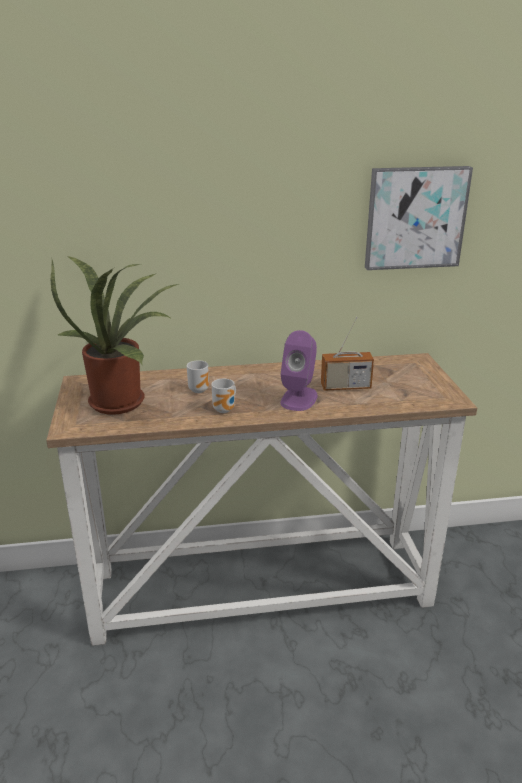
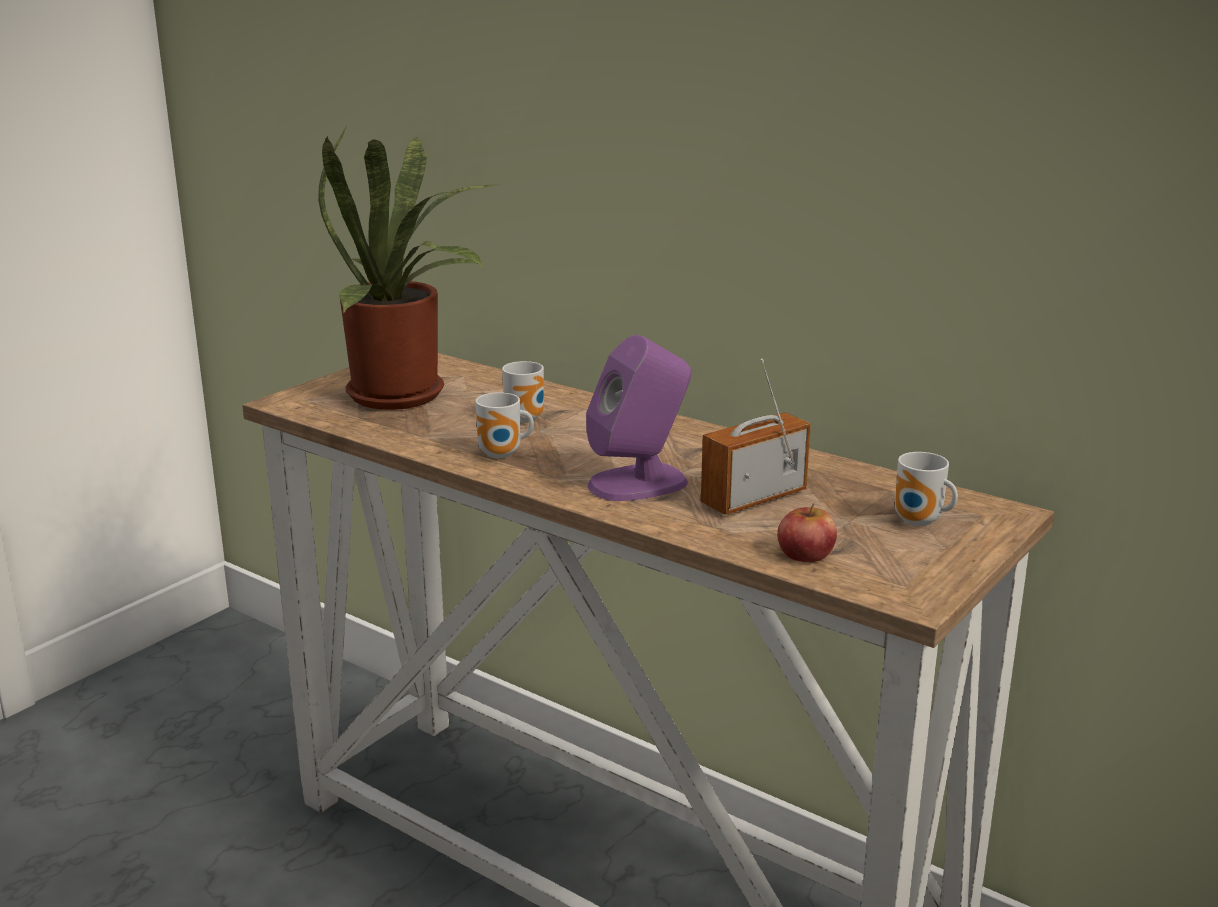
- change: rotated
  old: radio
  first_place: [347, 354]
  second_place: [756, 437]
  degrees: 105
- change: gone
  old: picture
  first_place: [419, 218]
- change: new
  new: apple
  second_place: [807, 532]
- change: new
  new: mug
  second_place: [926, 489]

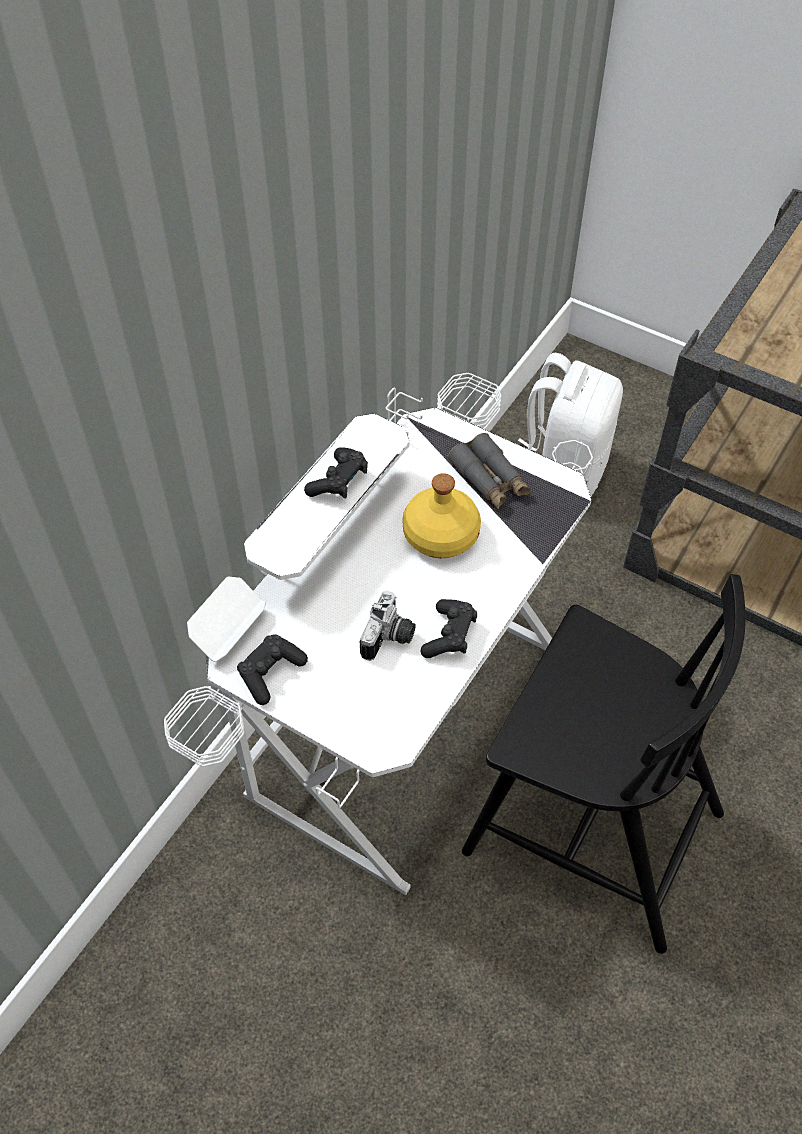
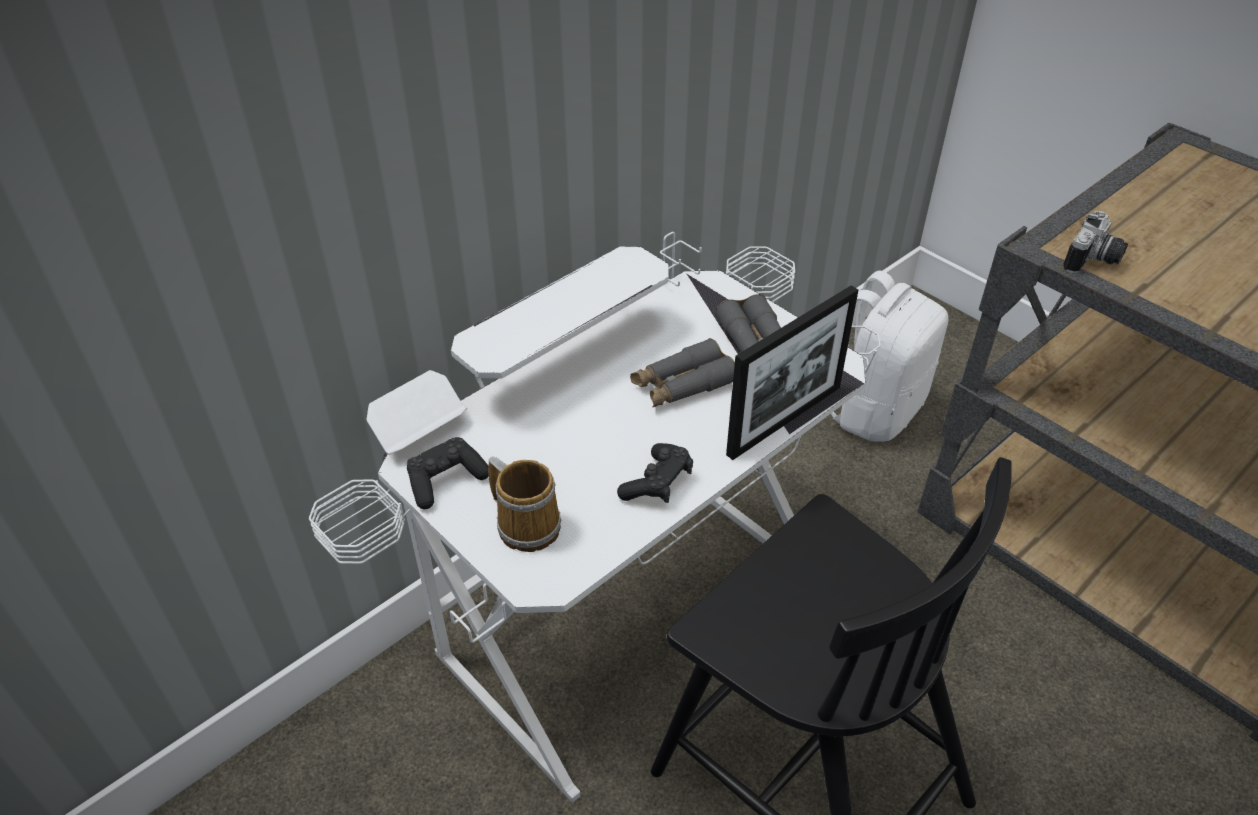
- change: gone
  old: game controller/black
  first_place: [336, 472]
- change: shifted
  old: photo camera
  first_place: [388, 626]
  second_place: [1095, 242]
- change: swapped
  old: bottle/yellow
  new: binoculars/grey
  first_place: [441, 515]
  second_place: [682, 373]
- change: new
  new: mug
  second_place: [524, 504]
- change: new
  new: picture frame
  second_place: [792, 372]

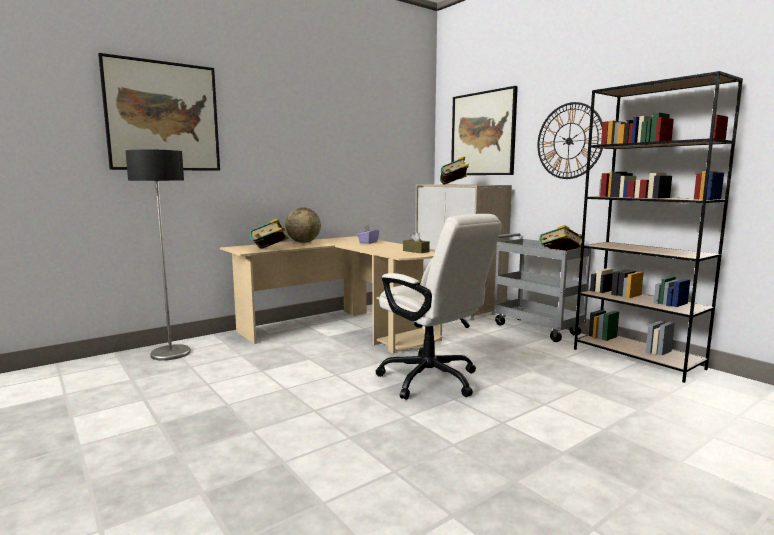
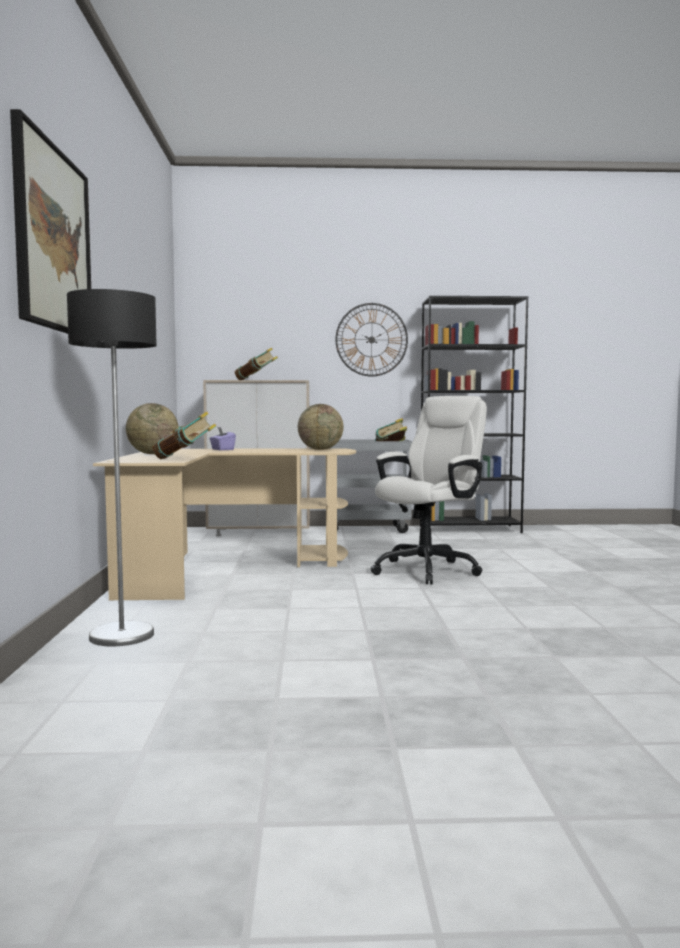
- change: rotated
  old: office chair/white
  first_place: [438, 307]
  second_place: [429, 490]
  degrees: -45
- change: swapped
  old: tissue box/brown
  new: globe
  first_place: [416, 242]
  second_place: [320, 427]
- change: gone
  old: picture
  first_place: [484, 130]
- change: repainted
  old: bookcase/beige
  new: bookcase/black
  first_place: [658, 227]
  second_place: [474, 414]

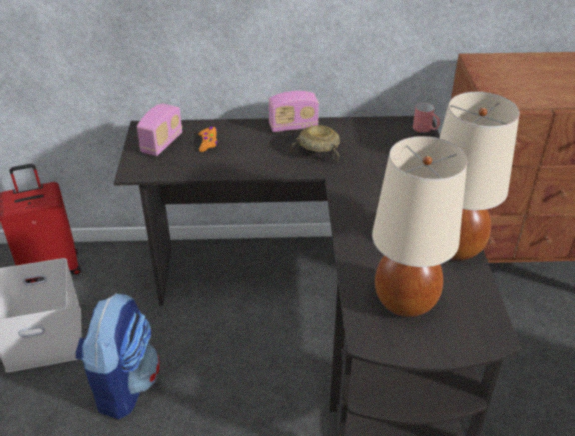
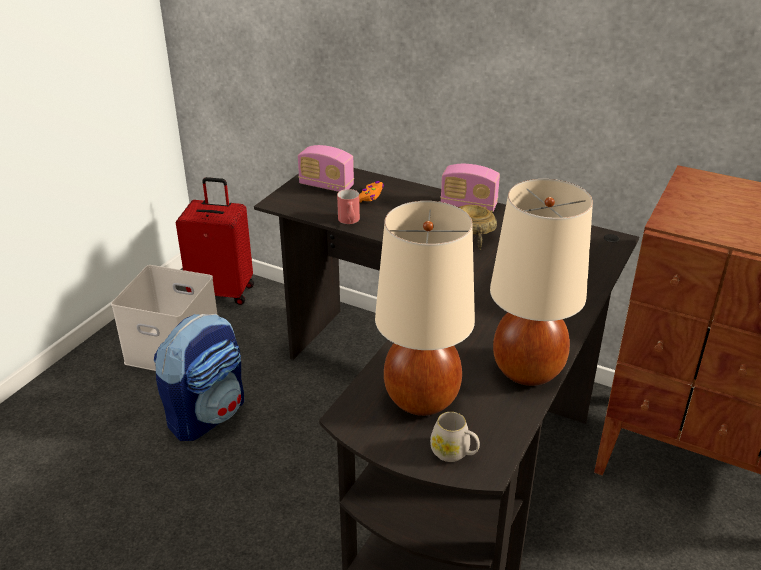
- change: rotated
  old: radio
  first_place: [159, 129]
  second_place: [326, 168]
  degrees: 60
- change: shifted
  old: mug/red
  first_place: [426, 118]
  second_place: [348, 206]
- change: new
  new: mug/white
  second_place: [455, 437]

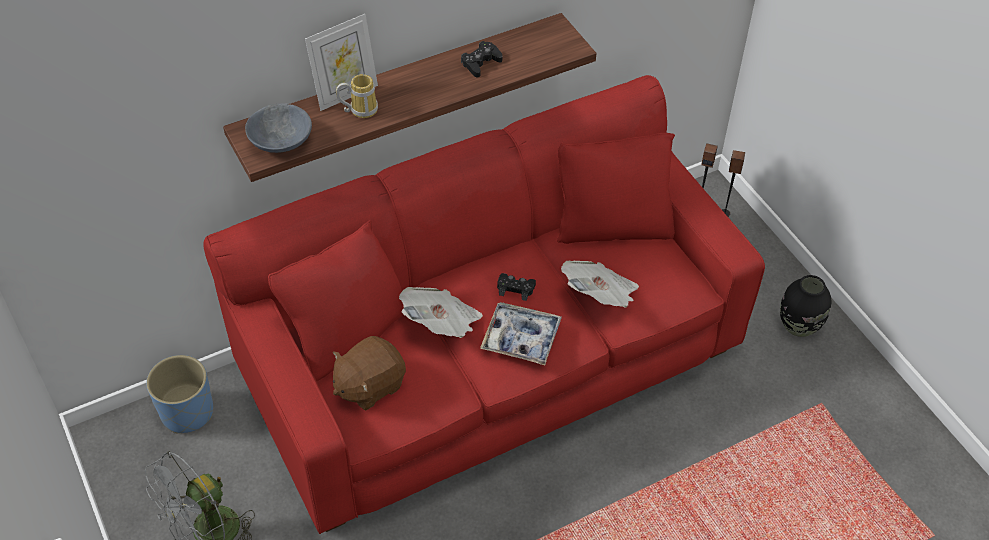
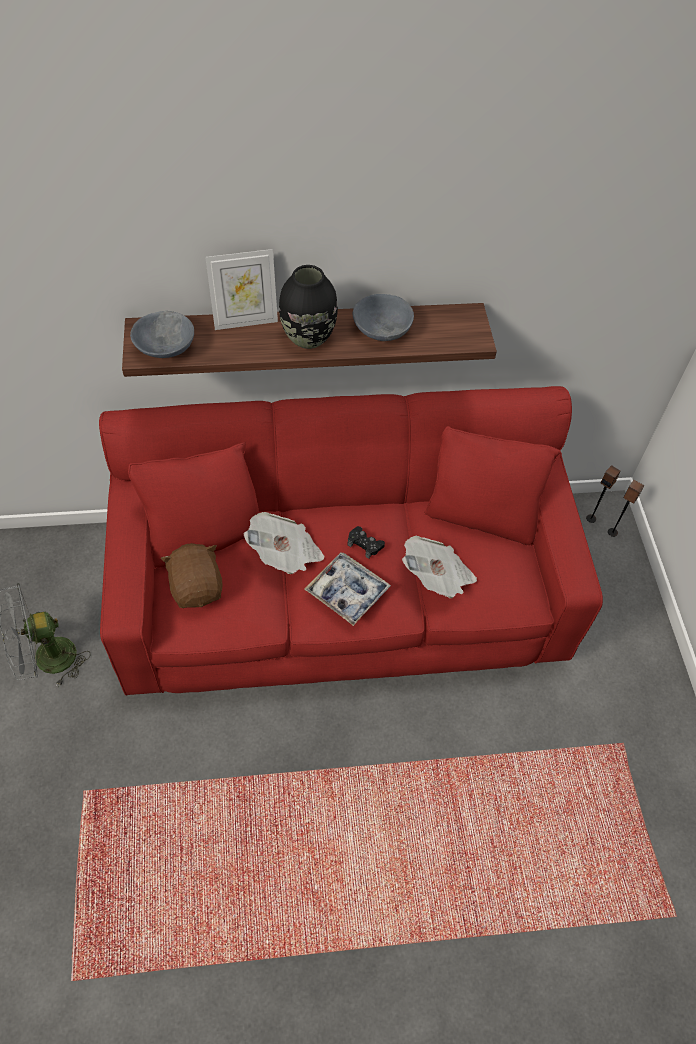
- change: gone
  old: planter/blue
  first_place: [179, 394]
- change: rotated
  old: plush toy/brown
  first_place: [369, 373]
  second_place: [192, 575]
  degrees: 90
- change: gone
  old: mug
  first_place: [357, 96]
- change: swapped
  old: game controller/black
  new: bowl/grey
  first_place: [481, 59]
  second_place: [383, 317]
- change: shifted
  old: vase/black
  first_place: [806, 306]
  second_place: [308, 307]

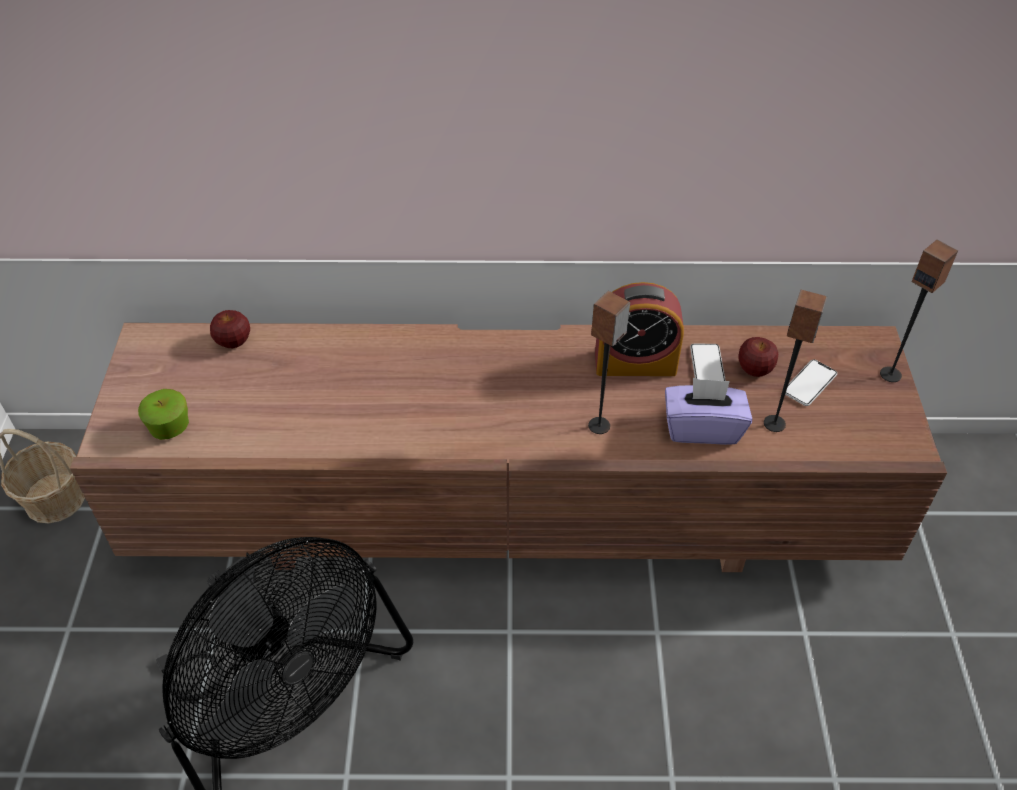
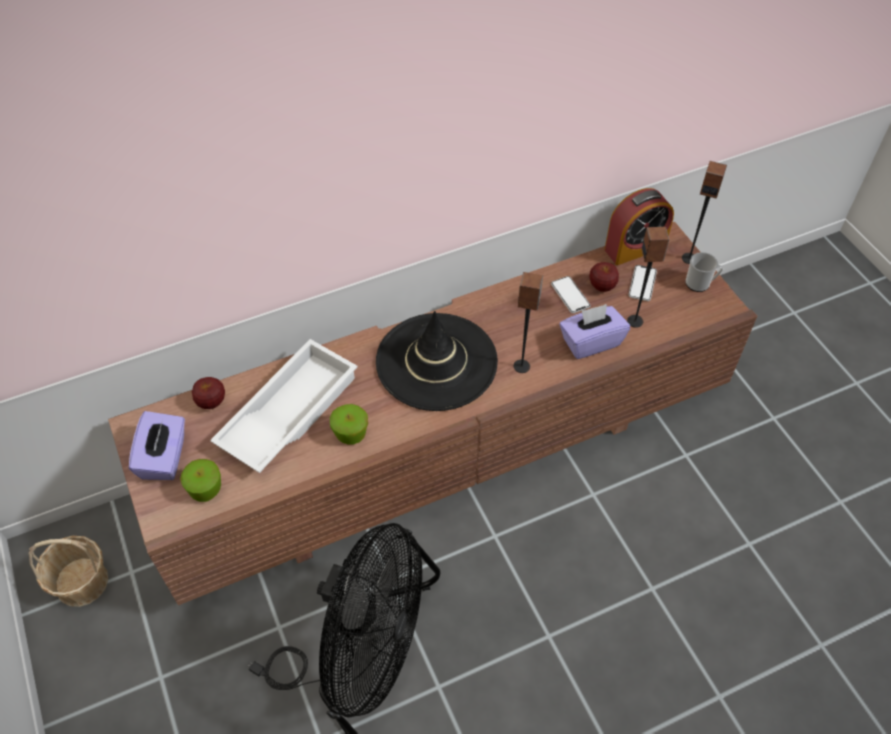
- change: shifted
  old: alarm clock
  first_place: [639, 329]
  second_place: [639, 226]
- change: new
  new: tissue box/purple
  second_place: [157, 445]
- change: new
  new: tray/white
  second_place: [284, 406]
- change: new
  new: apple
  second_place: [349, 424]
- change: new
  new: hat/black
  second_place: [437, 361]
- change: new
  new: mug
  second_place: [704, 272]

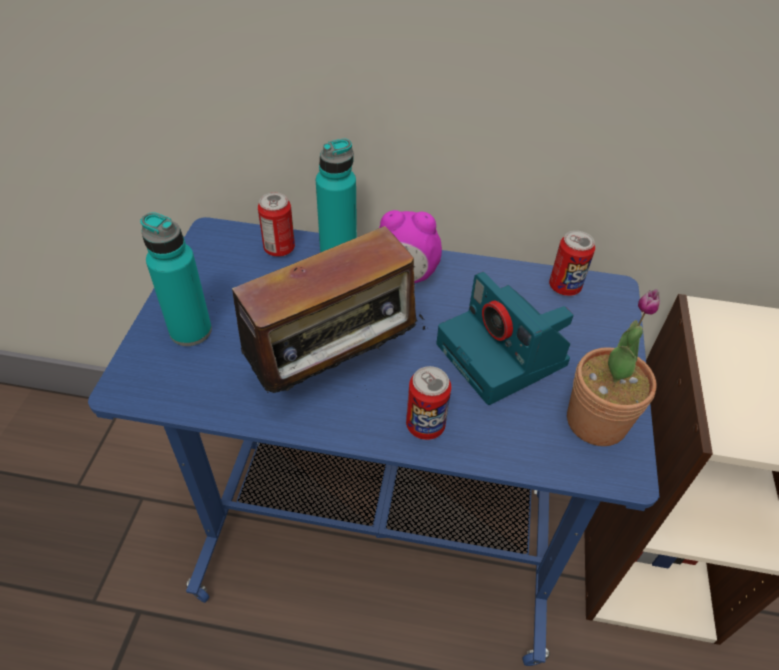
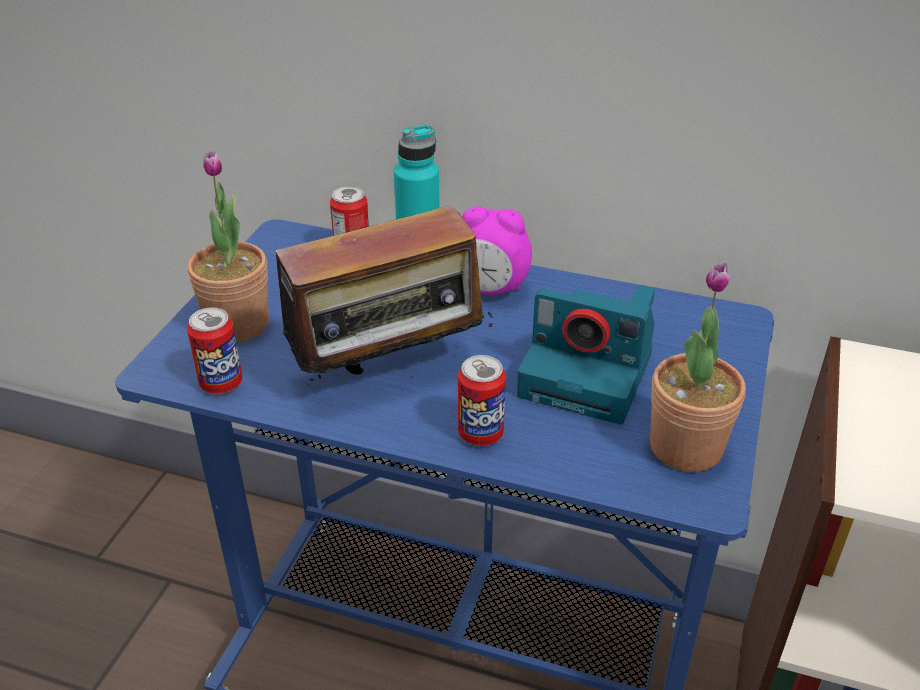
- change: swapped
  old: bottle/turquoise
  new: potted plant
  first_place: [176, 279]
  second_place: [228, 246]
- change: rotated
  old: photo camera
  first_place: [505, 338]
  second_place: [586, 355]
  degrees: -45
- change: shifted
  old: can
  first_place: [572, 263]
  second_place: [215, 351]

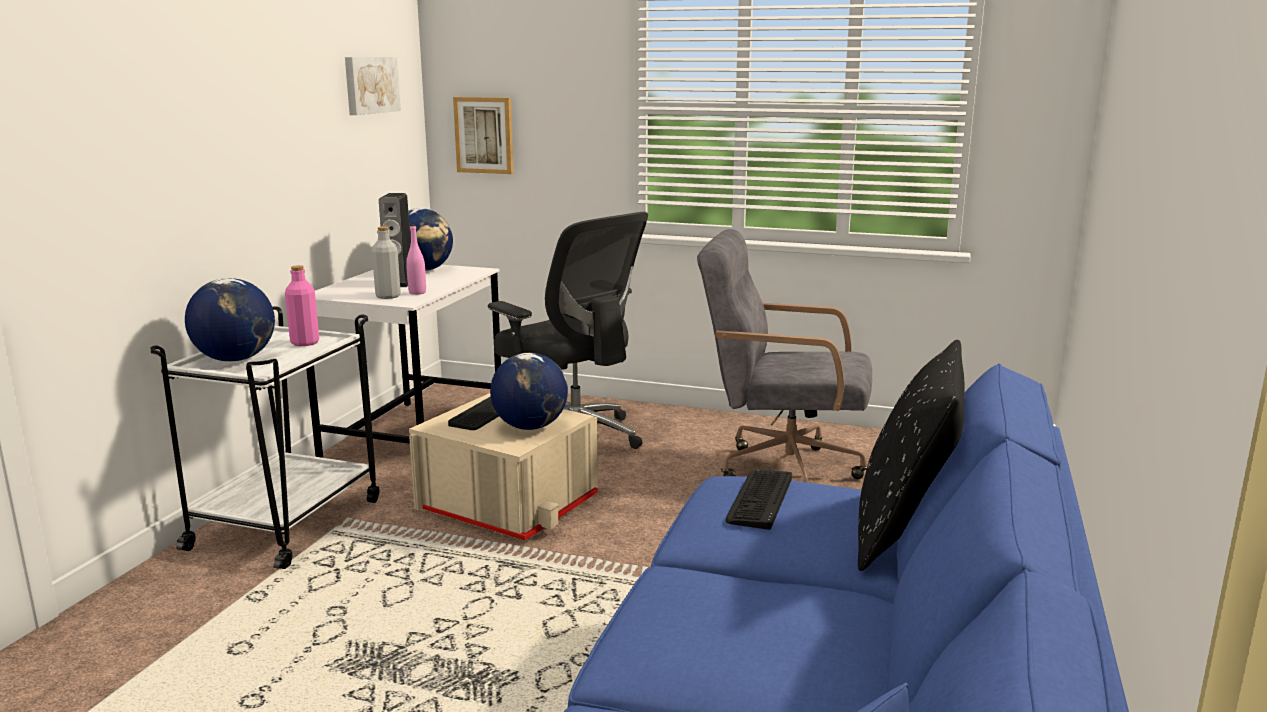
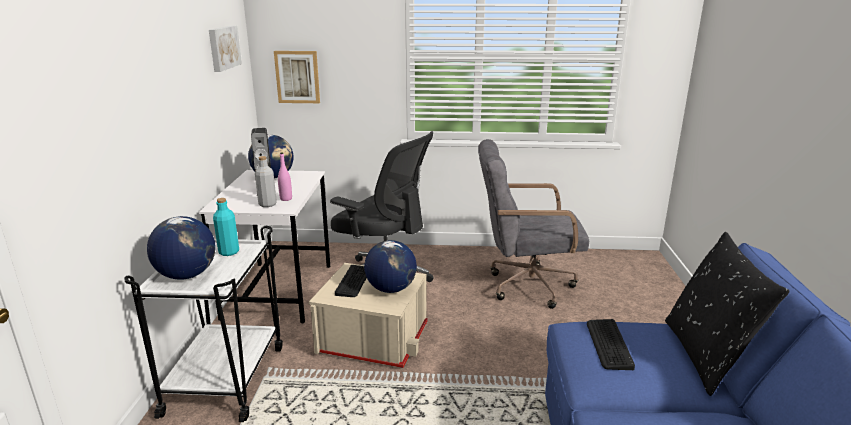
- change: repainted
  old: bottle/pink
  new: bottle/turquoise
  first_place: [302, 305]
  second_place: [226, 227]

